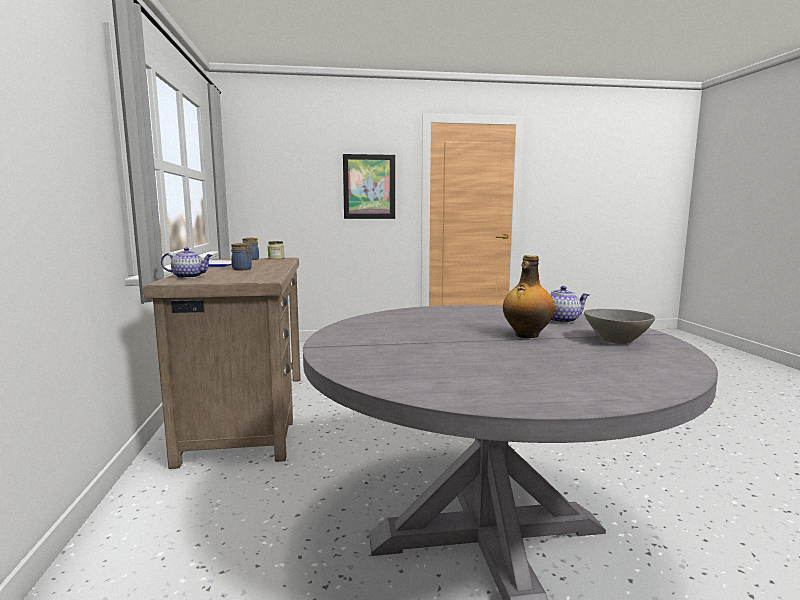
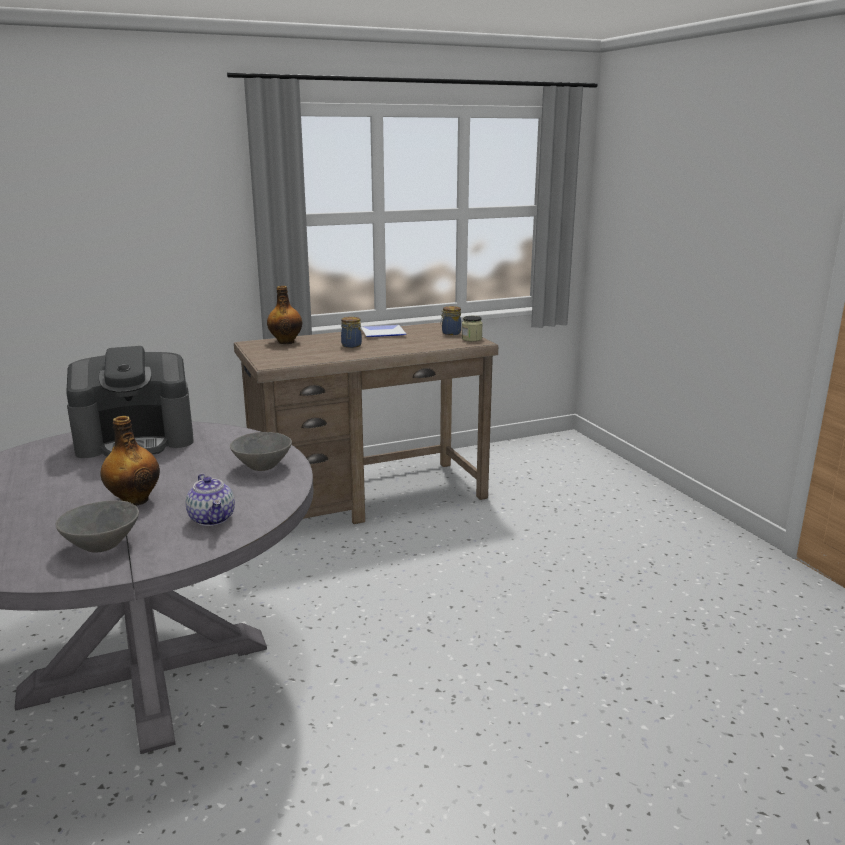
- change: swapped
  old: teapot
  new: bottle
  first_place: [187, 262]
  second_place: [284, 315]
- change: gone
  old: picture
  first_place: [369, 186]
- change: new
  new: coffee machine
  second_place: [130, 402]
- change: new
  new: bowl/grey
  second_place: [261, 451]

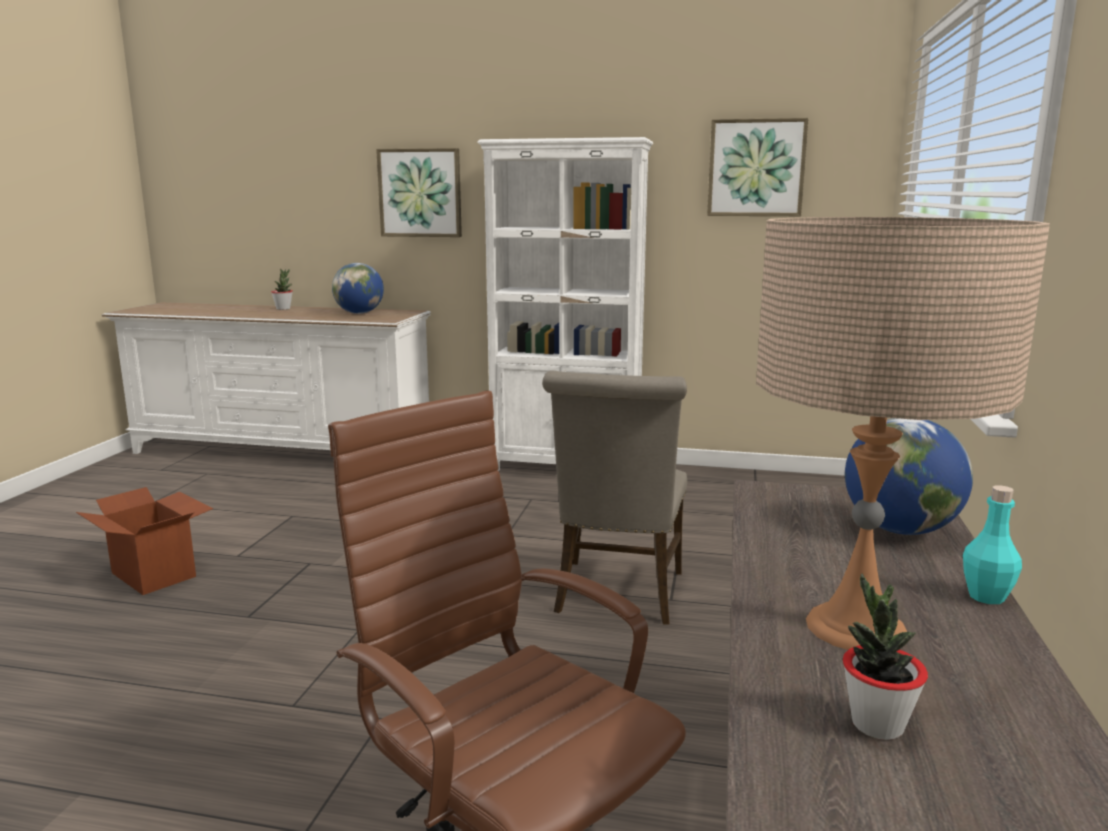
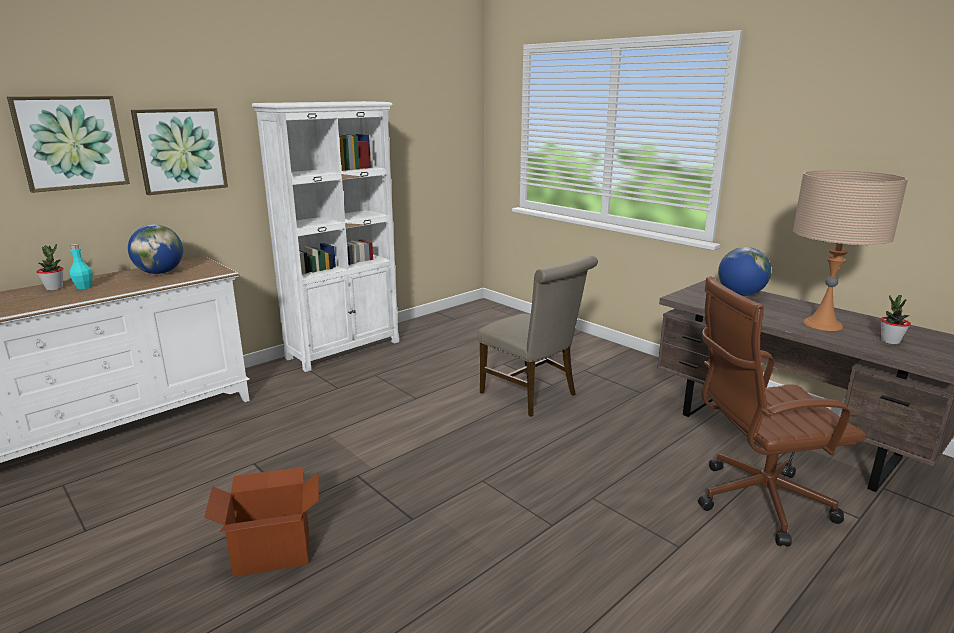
- change: shifted
  old: picture
  first_place: [758, 167]
  second_place: [68, 144]
- change: shifted
  old: bottle/turquoise
  first_place: [992, 544]
  second_place: [81, 266]

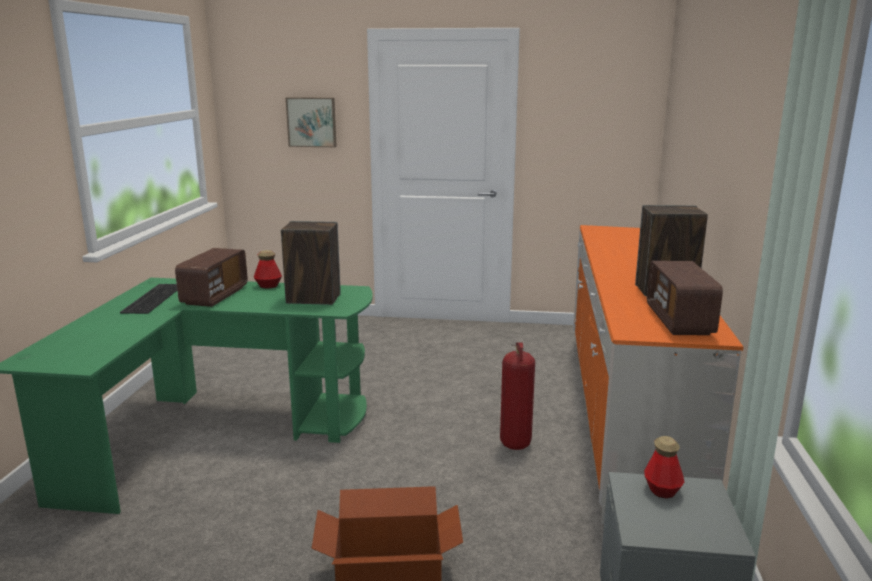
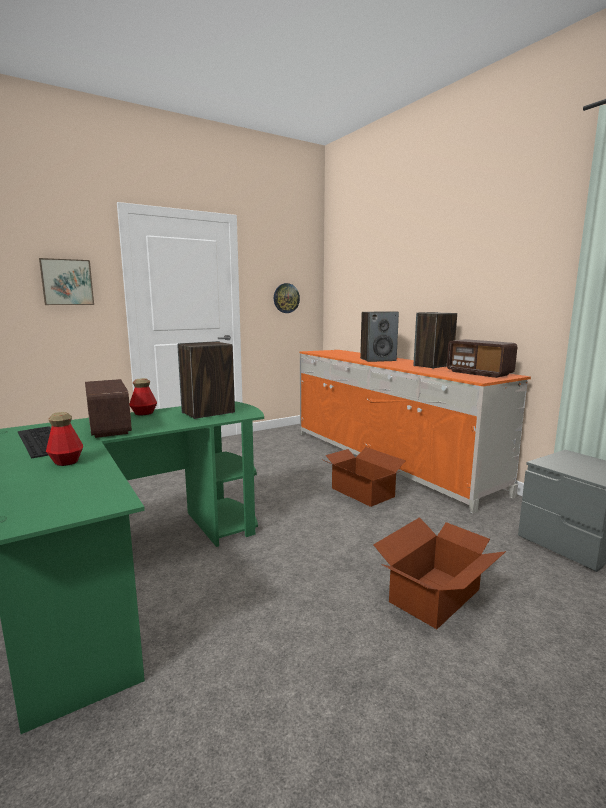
- change: swapped
  old: fire extinguisher
  new: cardboard box
  first_place: [517, 396]
  second_place: [366, 477]
- change: shifted
  old: bottle
  first_place: [664, 467]
  second_place: [64, 439]
- change: new
  new: wall clock
  second_place: [287, 298]
- change: new
  new: speaker
  second_place: [379, 337]

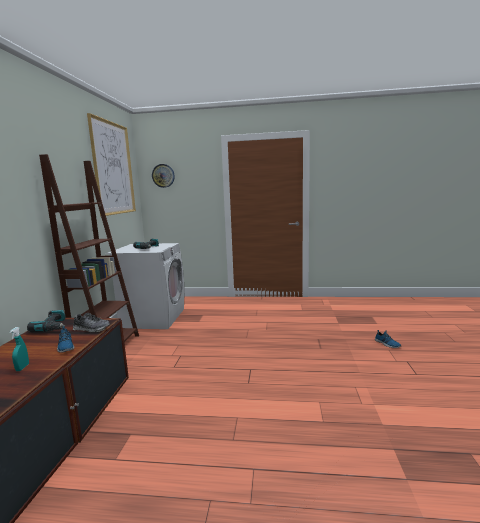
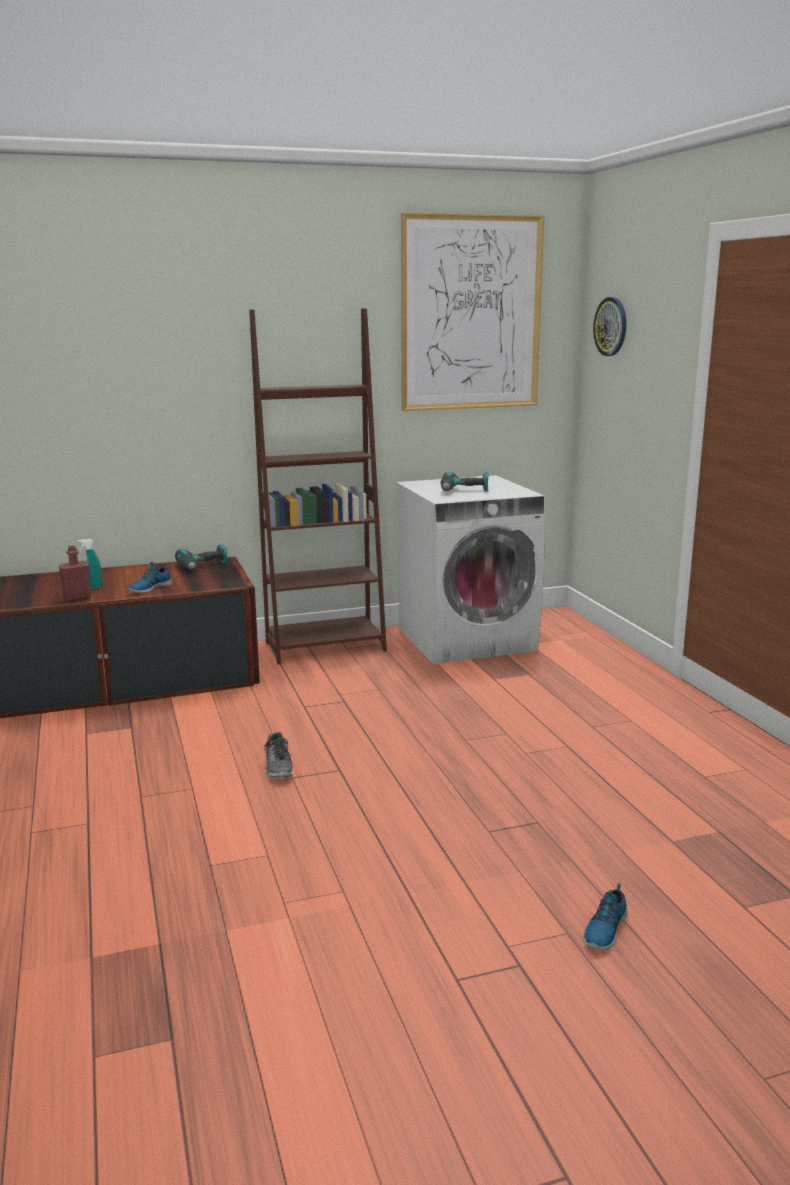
- change: shifted
  old: shoe
  first_place: [91, 322]
  second_place: [278, 755]
- change: new
  new: bottle/red
  second_place: [75, 573]

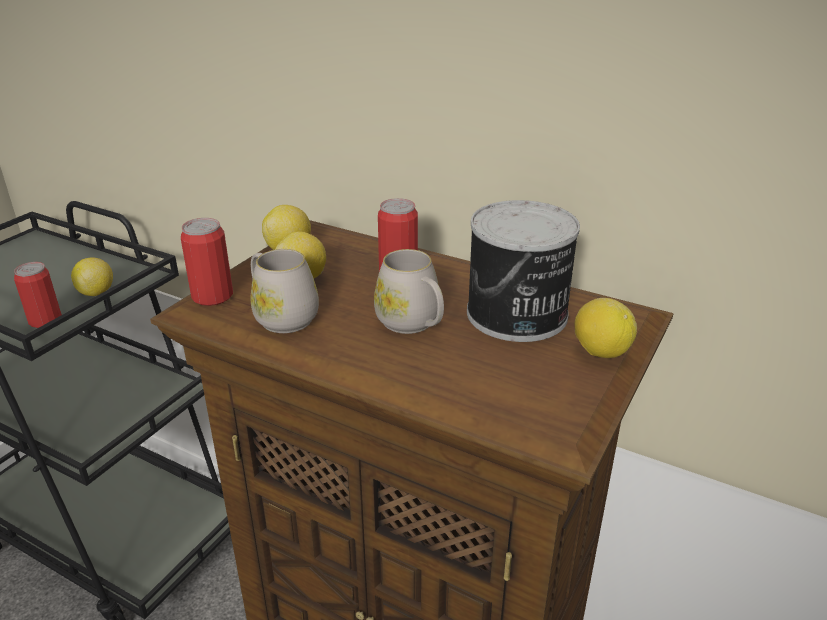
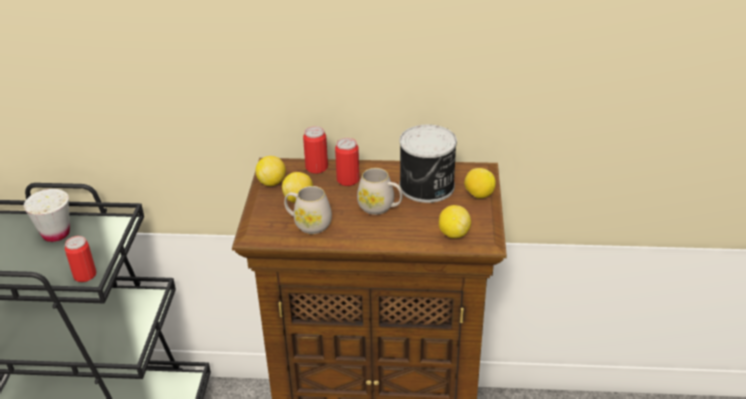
- change: shifted
  old: lemon
  first_place: [92, 276]
  second_place: [455, 221]
- change: shifted
  old: can
  first_place: [207, 262]
  second_place: [315, 150]
- change: new
  new: cup/white
  second_place: [47, 215]

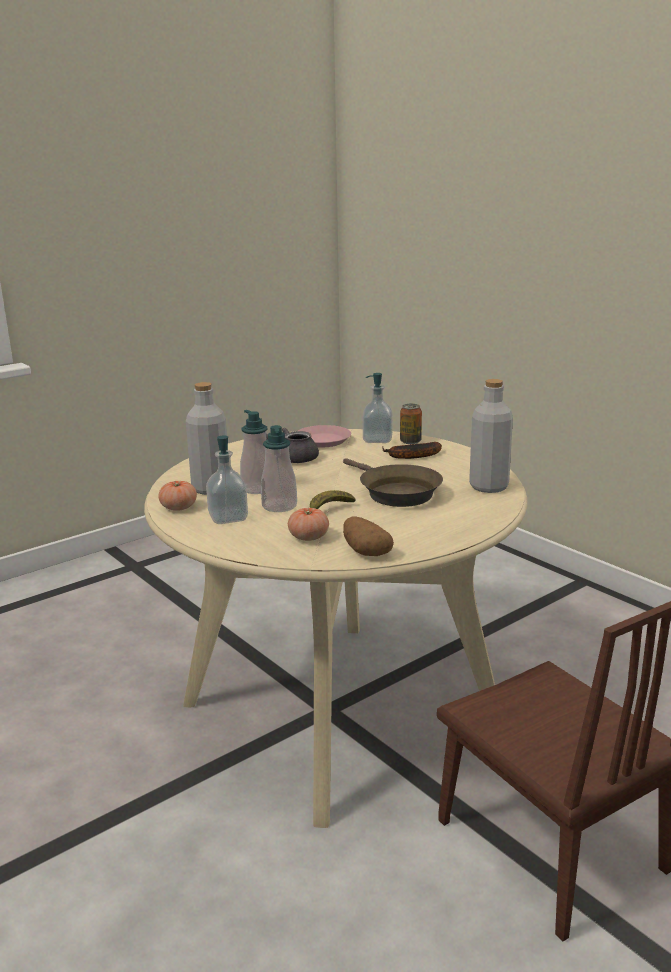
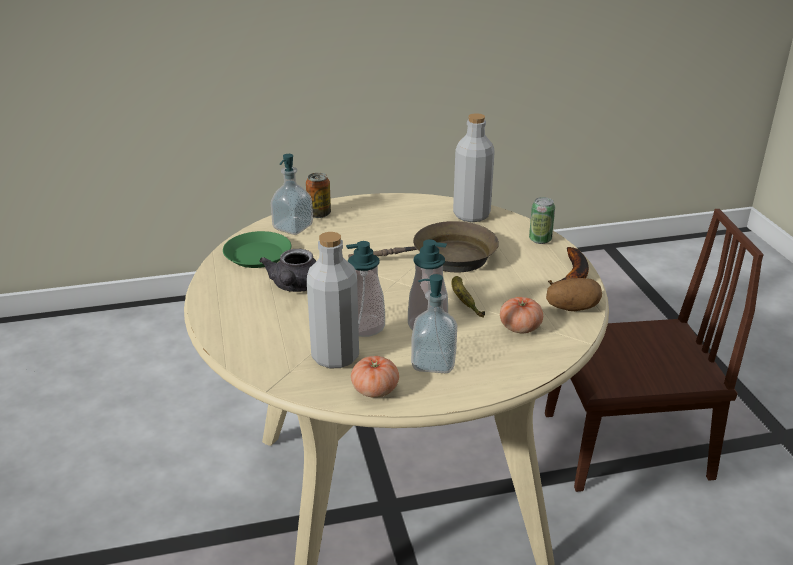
- change: repainted
  old: plate/pink
  new: plate/green
  first_place: [324, 436]
  second_place: [257, 249]
- change: shifted
  old: banana
  first_place: [412, 450]
  second_place: [568, 266]
- change: new
  new: can
  second_place: [542, 220]

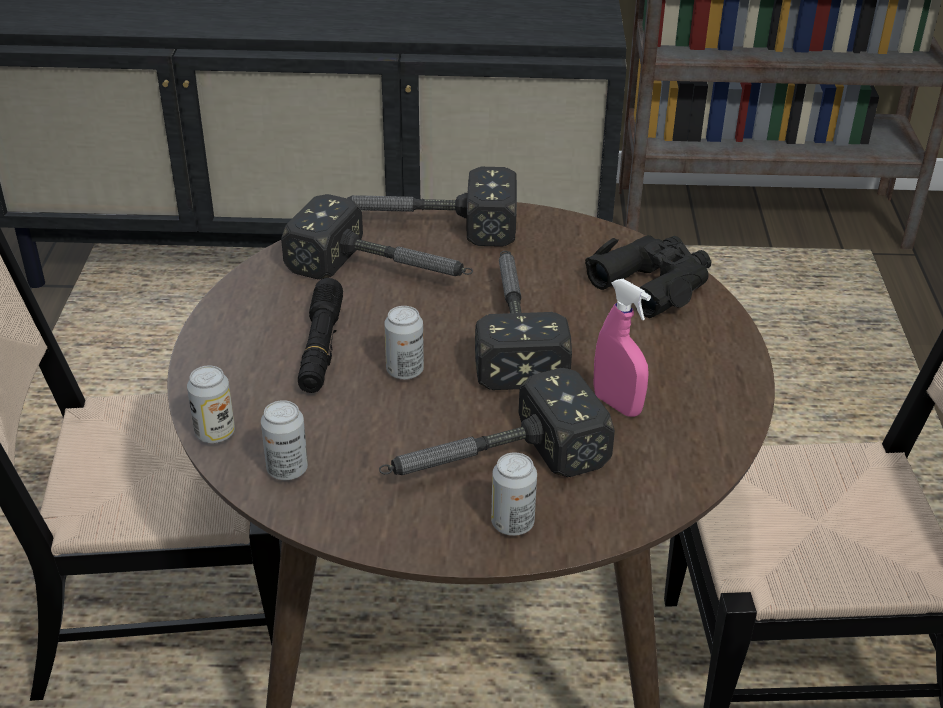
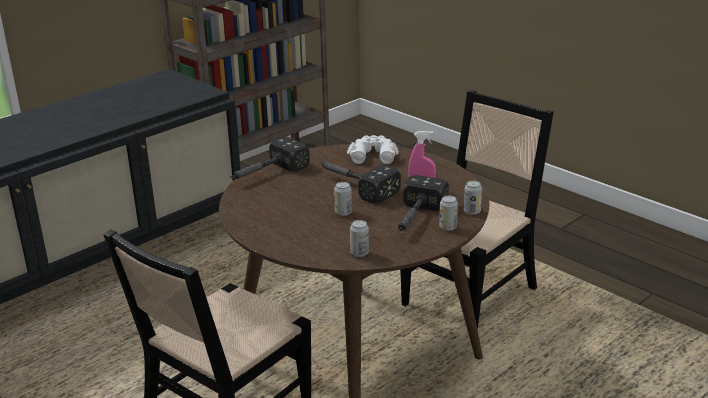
- change: shifted
  old: can
  first_place: [211, 404]
  second_place: [473, 198]
- change: gone
  old: hammer
  first_place: [377, 236]
- change: gone
  old: flashlight/black
  first_place: [320, 335]
- change: repainted
  old: binoculars/black
  new: binoculars/white
  first_place: [648, 276]
  second_place: [373, 149]

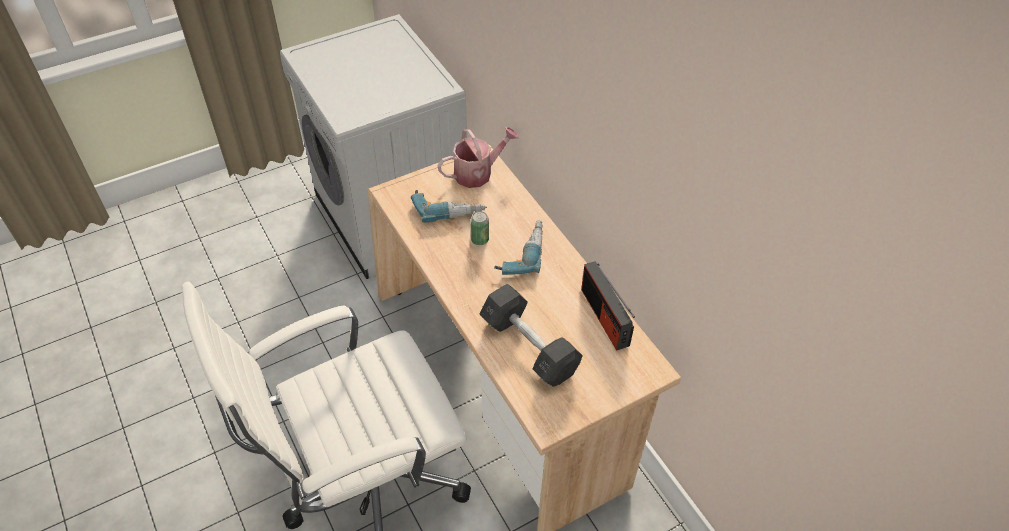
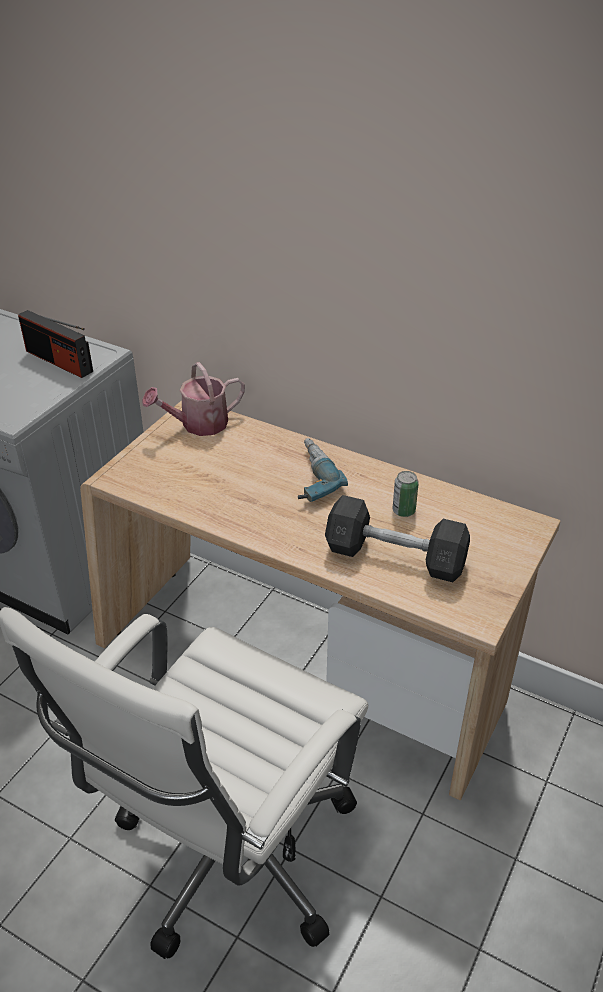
- change: gone
  old: power drill
  first_place: [449, 206]
- change: rotated
  old: watering can
  first_place: [478, 157]
  second_place: [193, 399]
  degrees: -150
- change: shifted
  old: can
  first_place: [479, 228]
  second_place: [405, 494]
- change: shifted
  old: radio
  first_place: [608, 306]
  second_place: [55, 344]

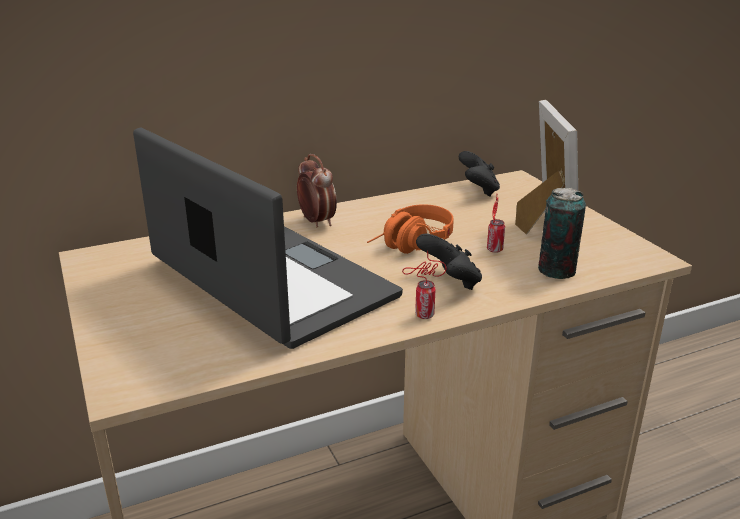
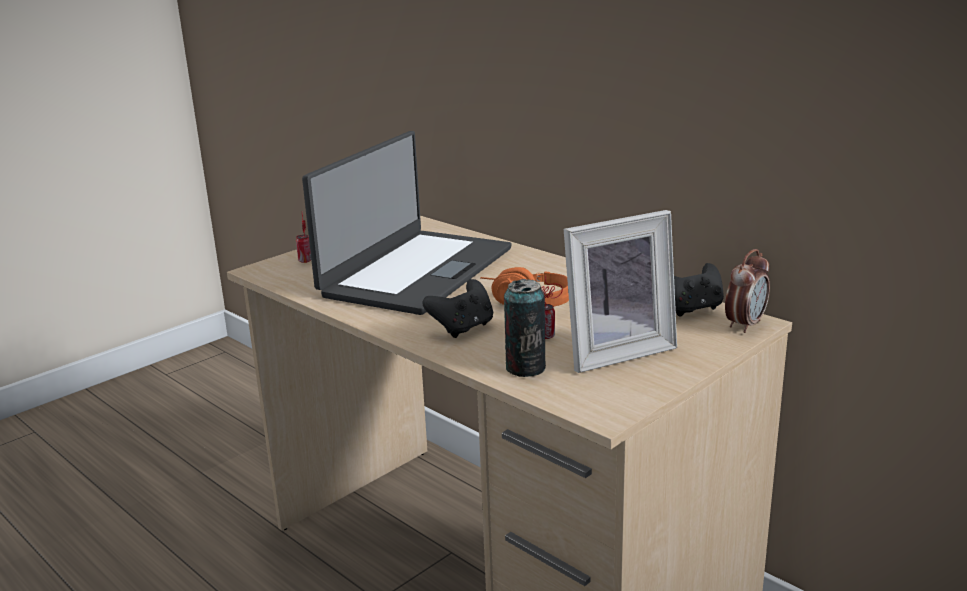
- change: shifted
  old: alarm clock
  first_place: [317, 191]
  second_place: [747, 291]
- change: shifted
  old: can
  first_place: [424, 285]
  second_place: [303, 238]

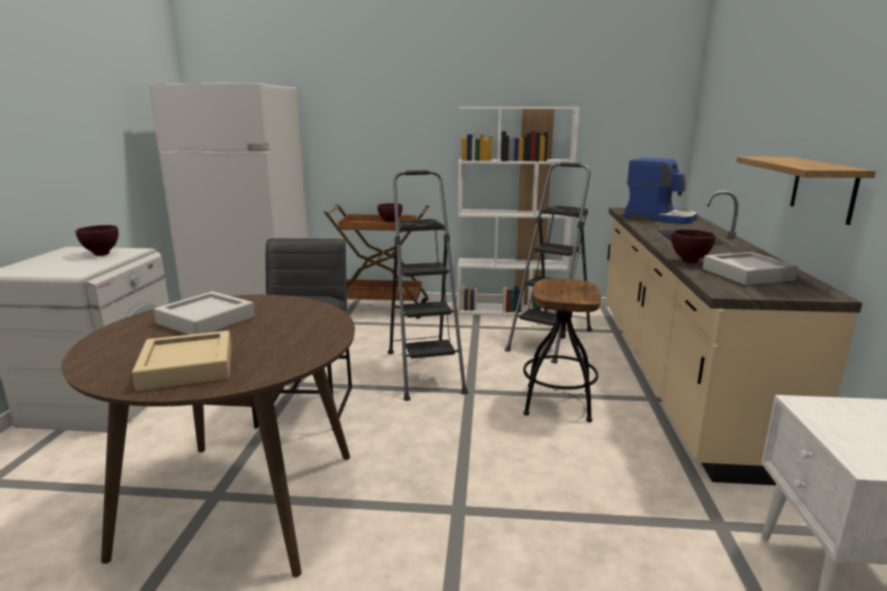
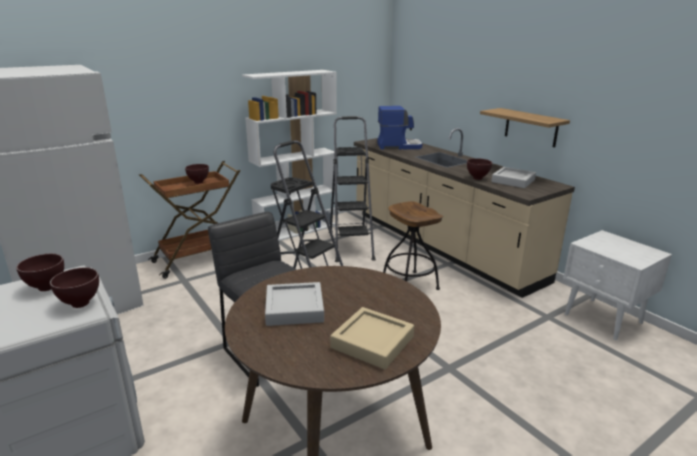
- change: new
  new: bowl/brown
  second_place: [74, 288]

